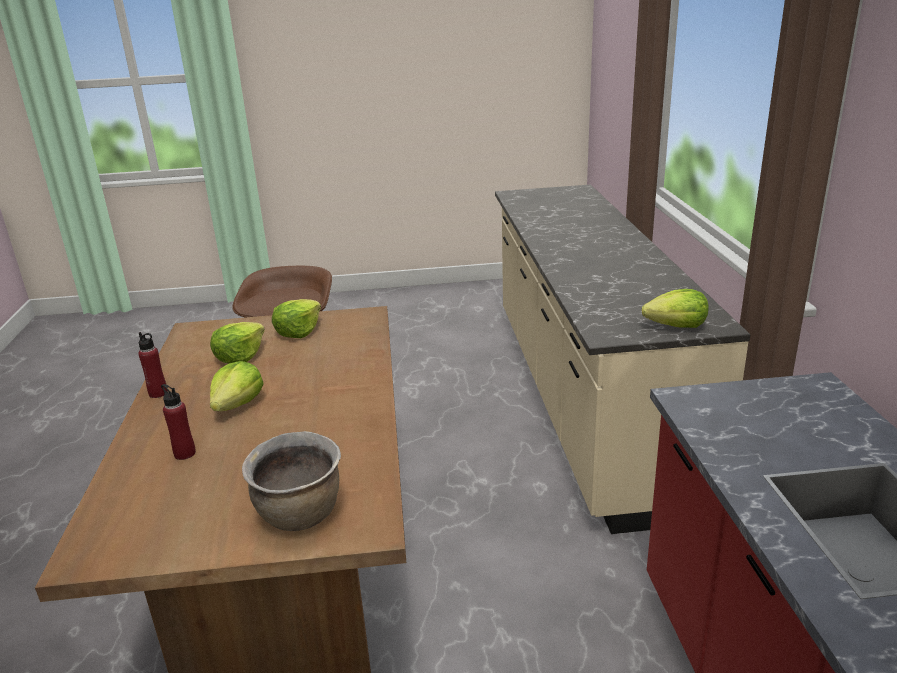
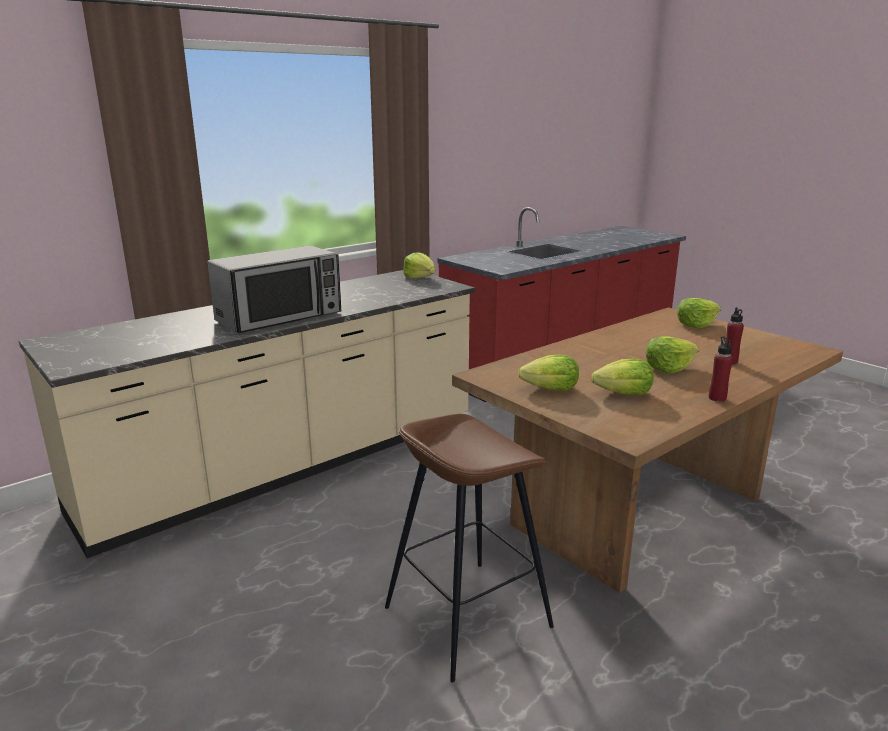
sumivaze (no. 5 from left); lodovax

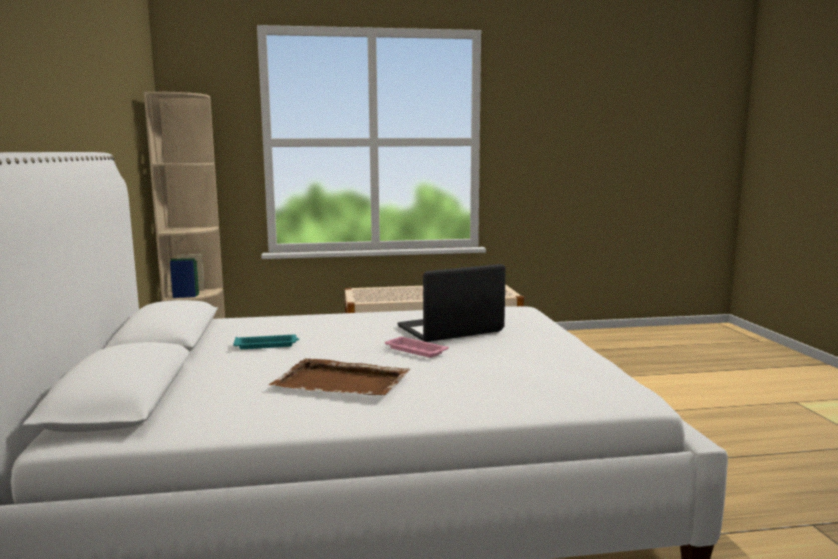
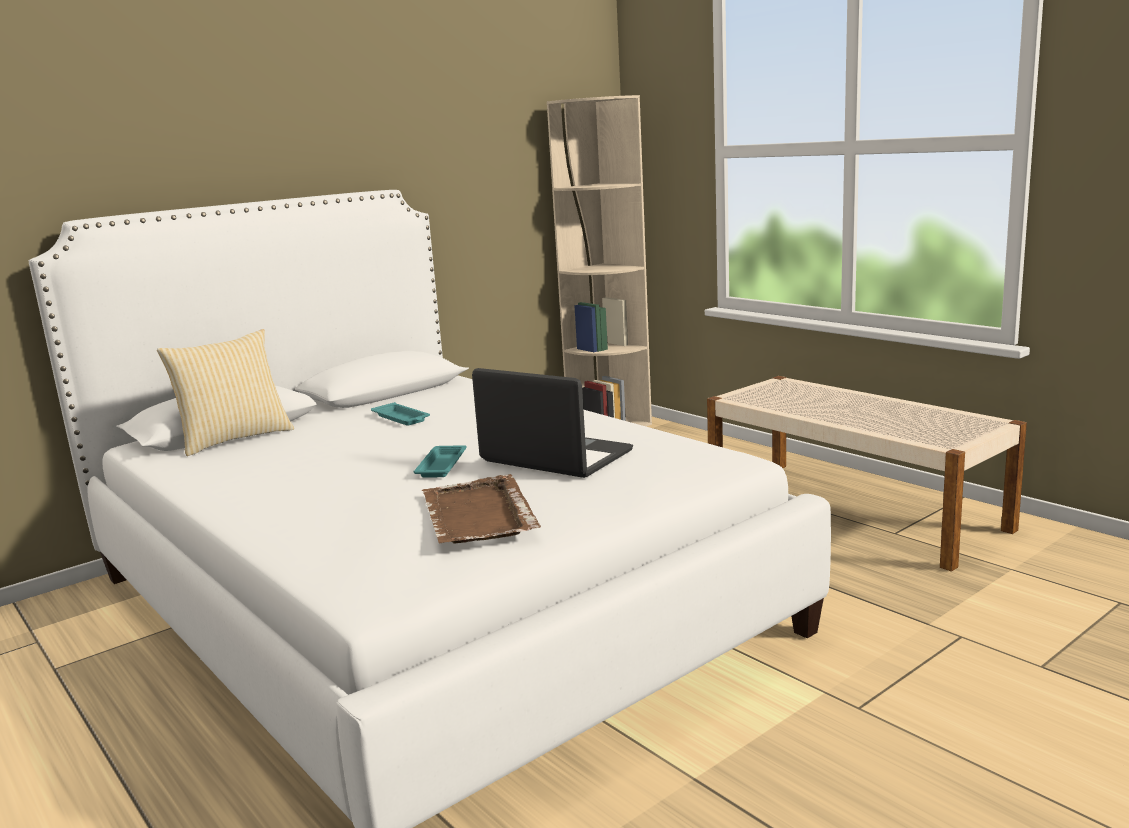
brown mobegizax; turquoise mobegizax (no. 2 from left); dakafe

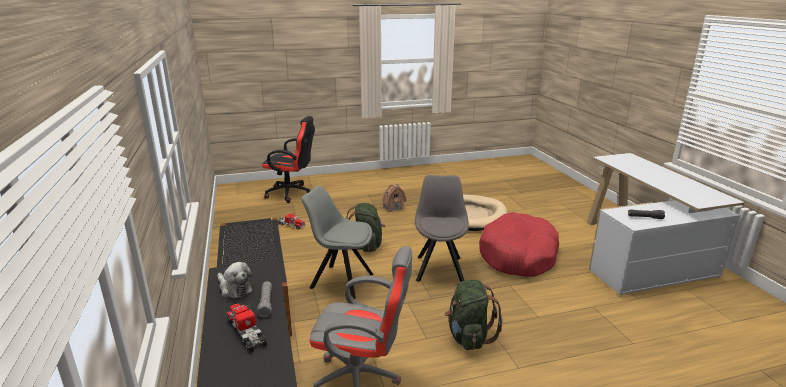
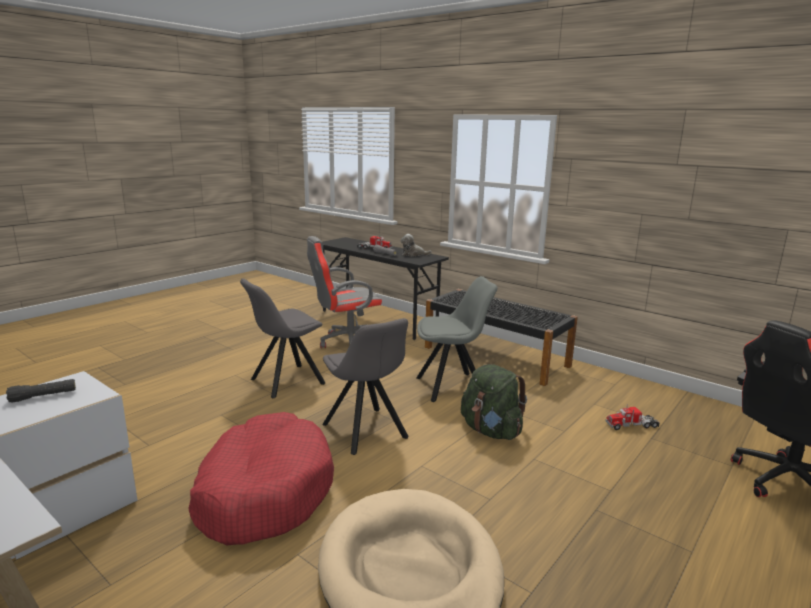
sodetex; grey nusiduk (no. 1 from left)

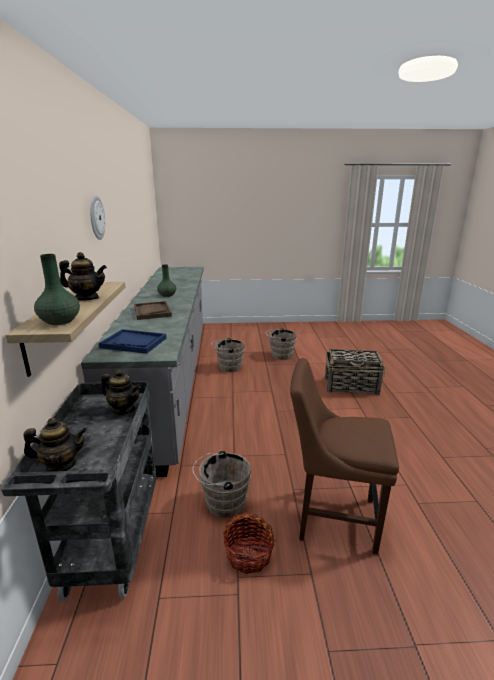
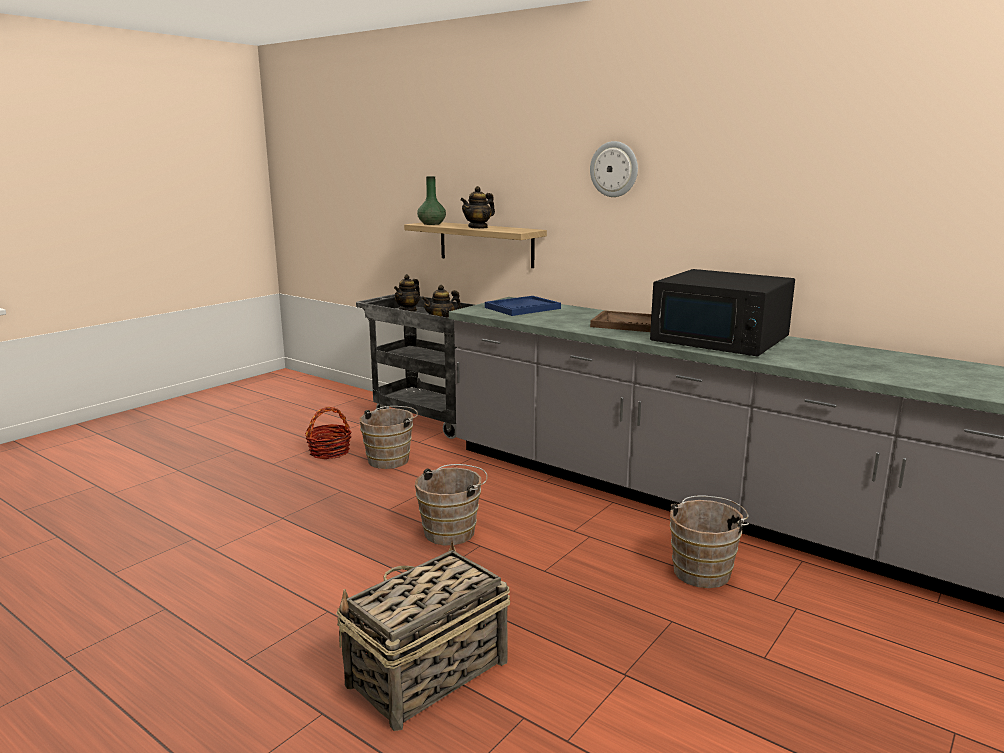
black lodovax; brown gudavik (no. 2 from left); brown nusiduk

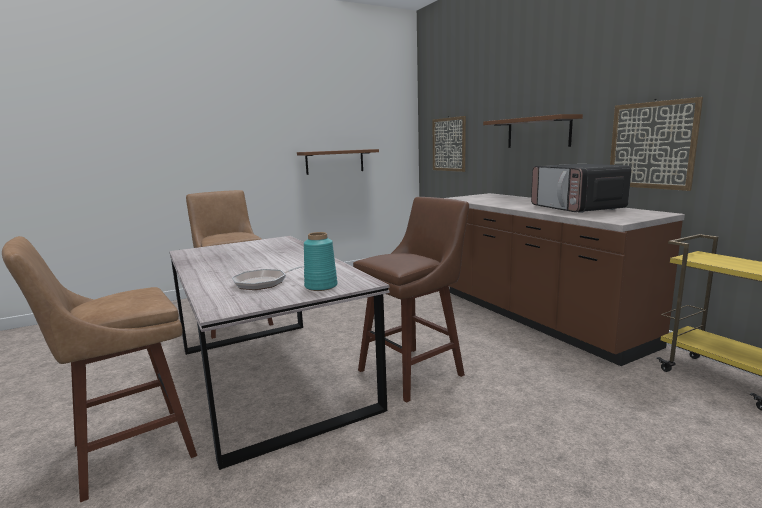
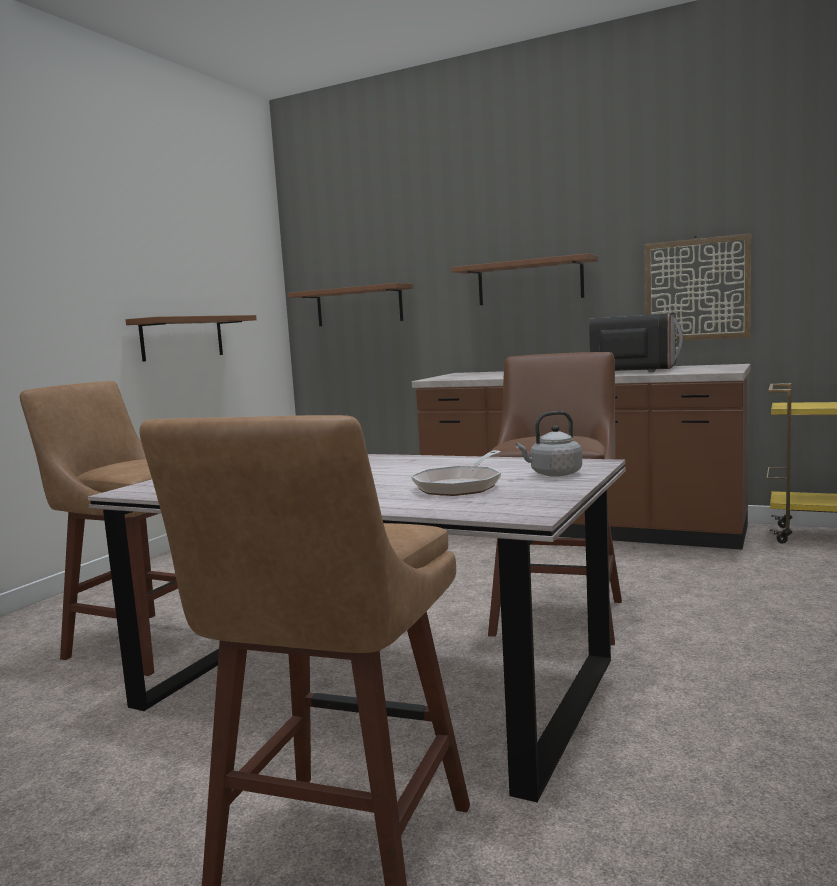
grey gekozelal; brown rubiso (no. 2 from left); lodovax

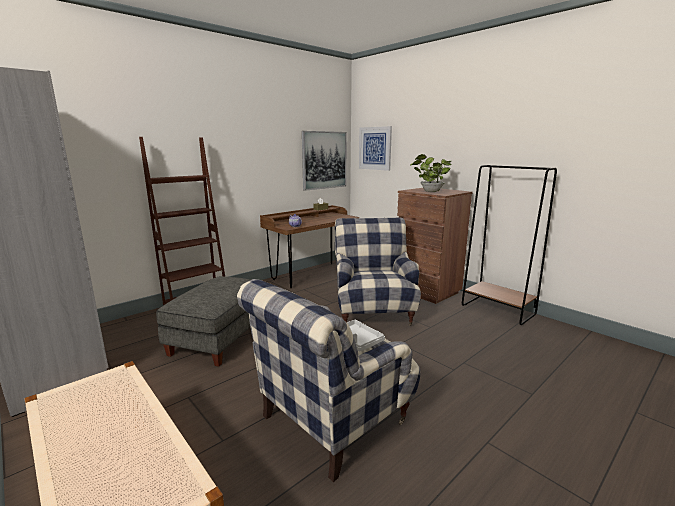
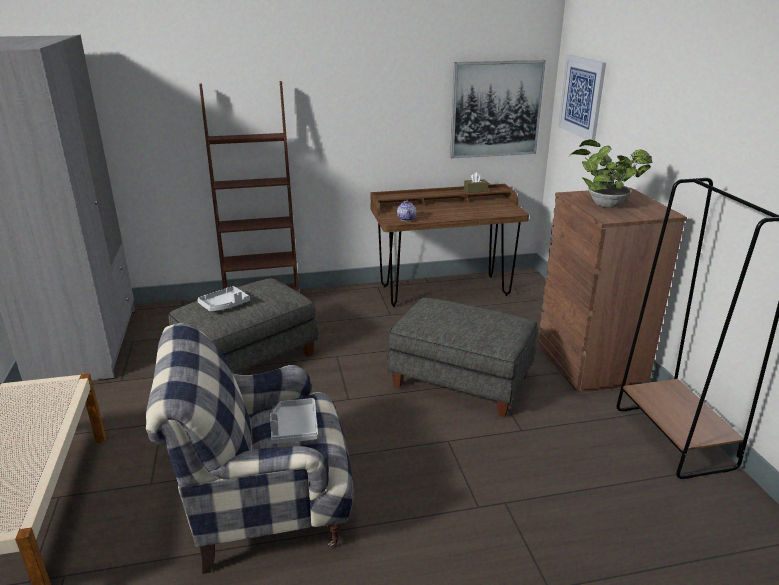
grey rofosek (no. 2 from left); grey mobegizax (no. 1 from left)

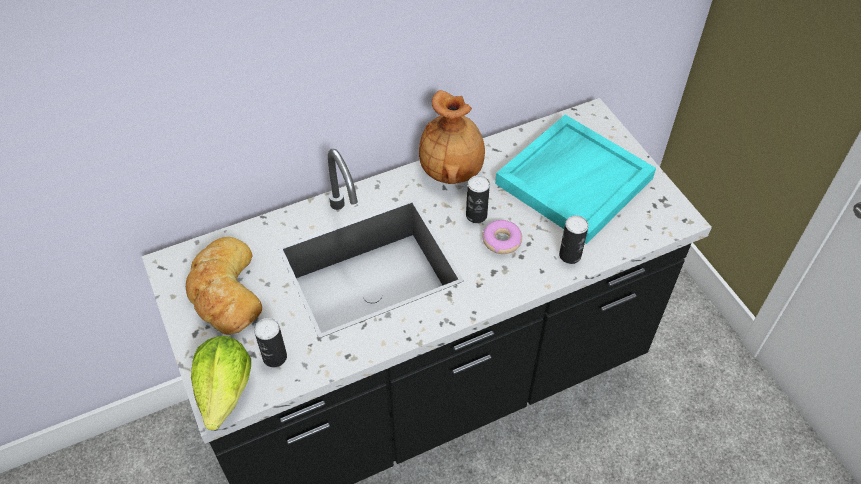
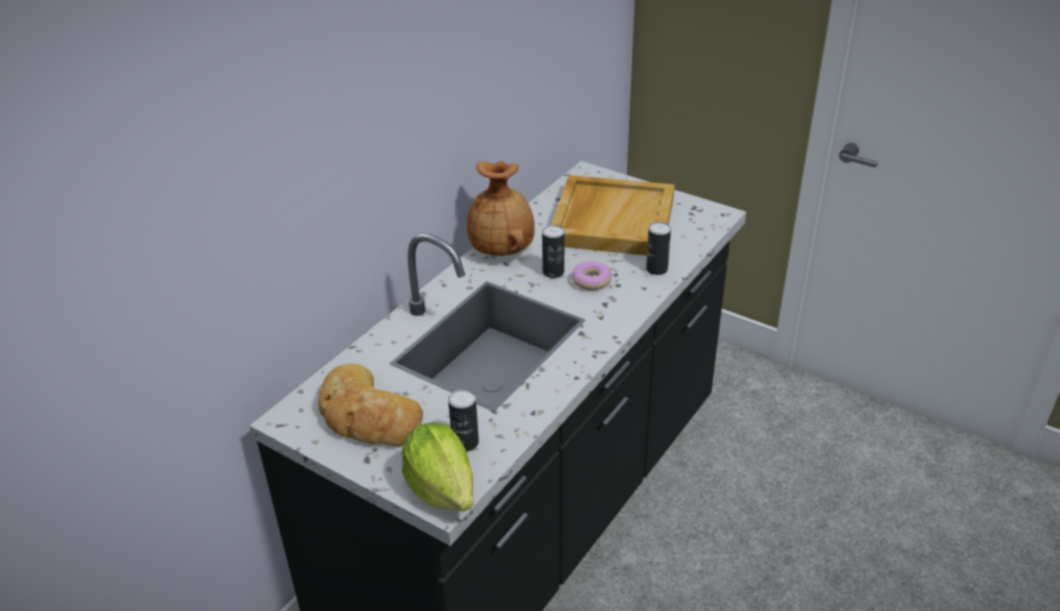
beige mobegizax

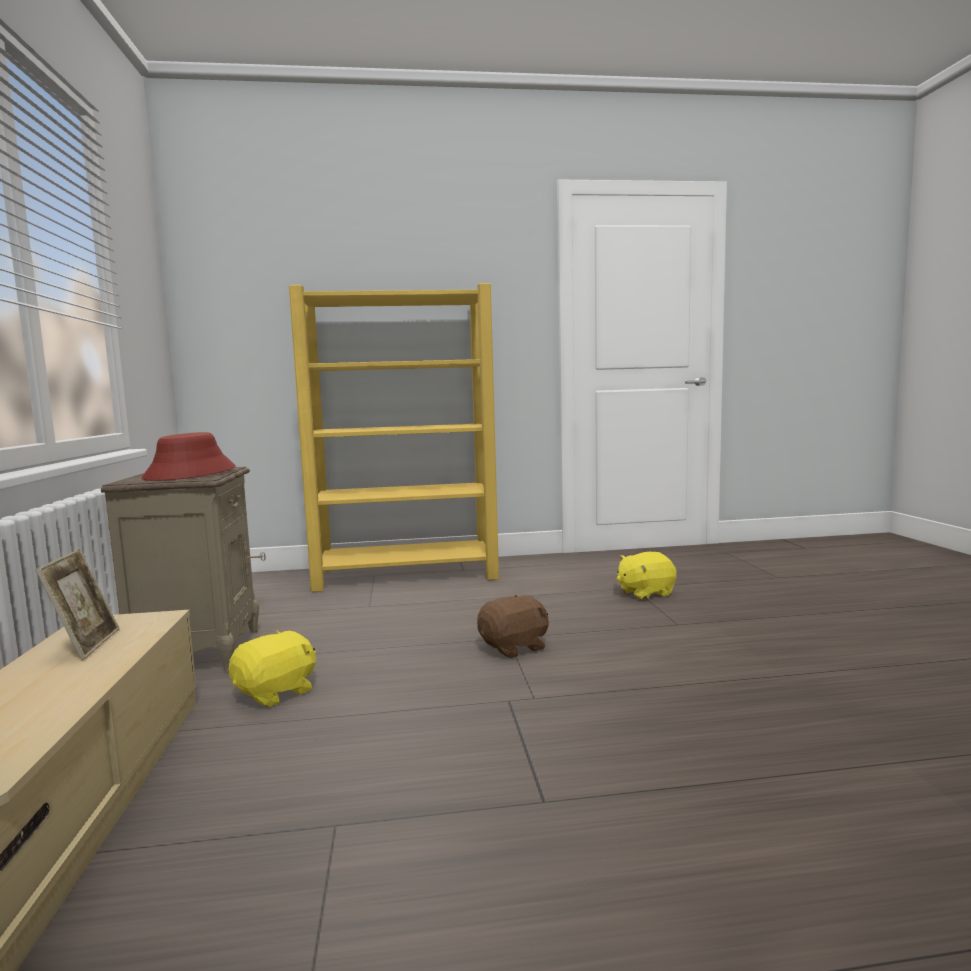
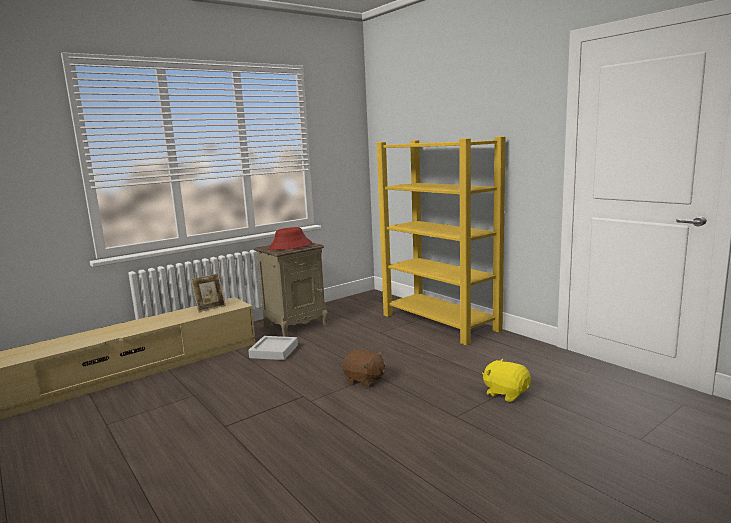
grey mobegizax

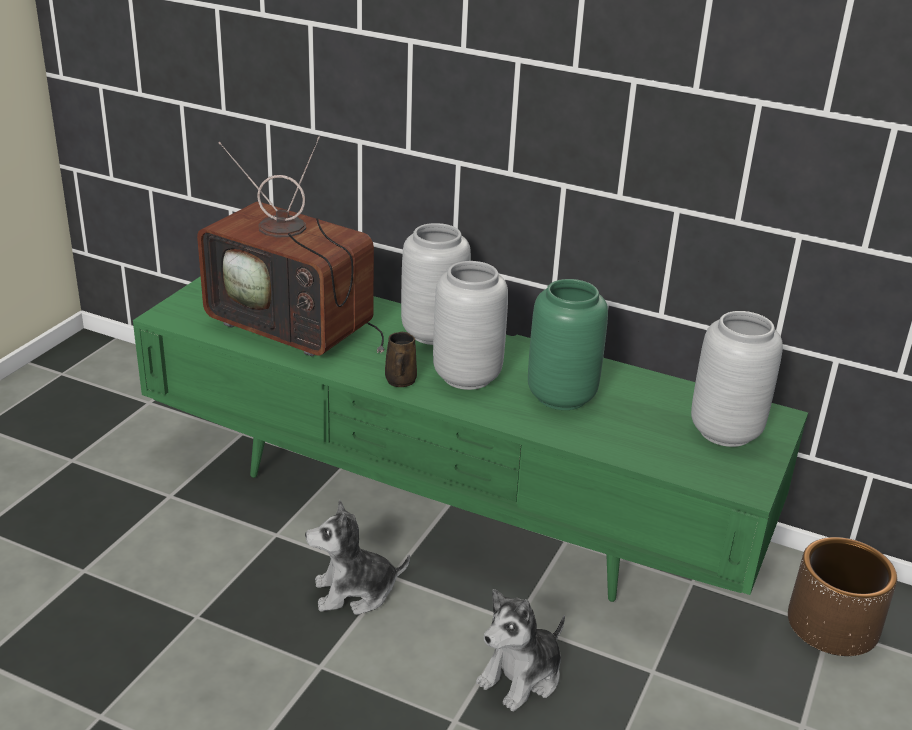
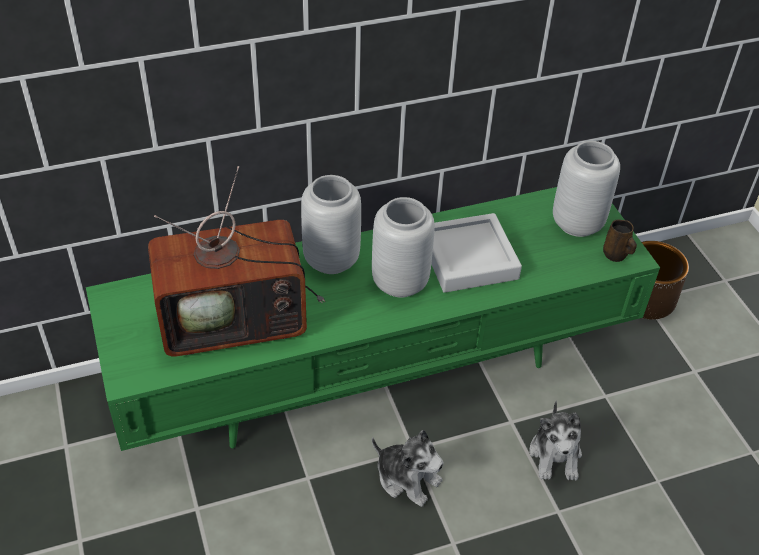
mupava (no. 1 from left); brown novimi; grey mobegizax

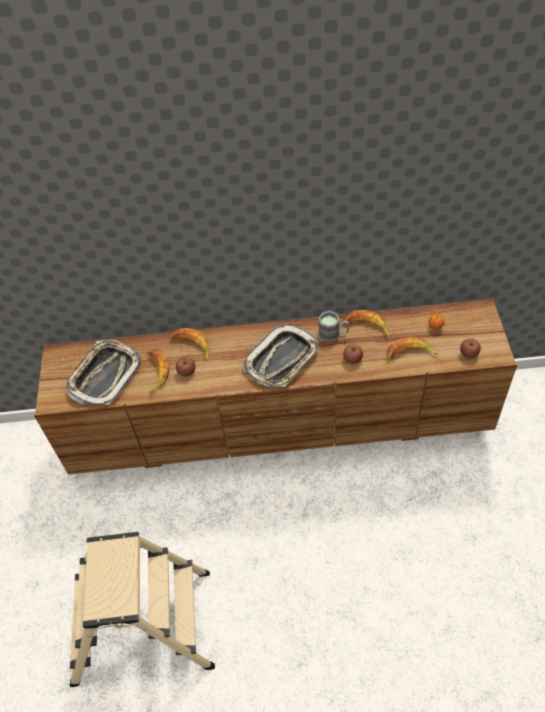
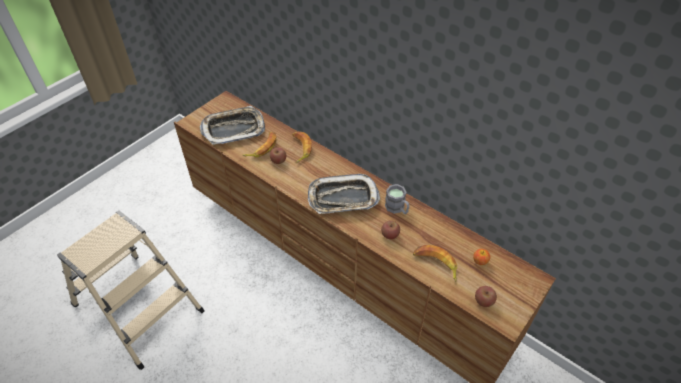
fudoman (no. 3 from left in the first image)

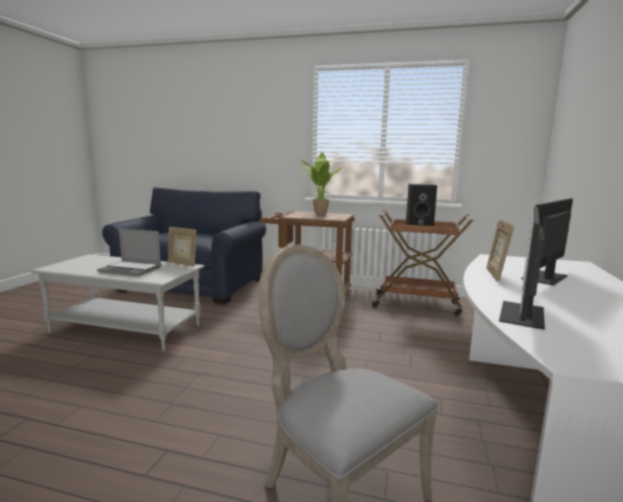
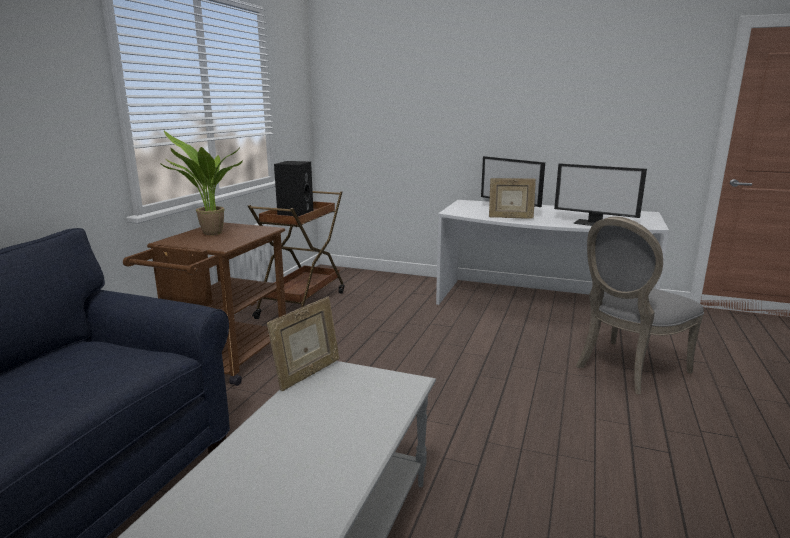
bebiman

